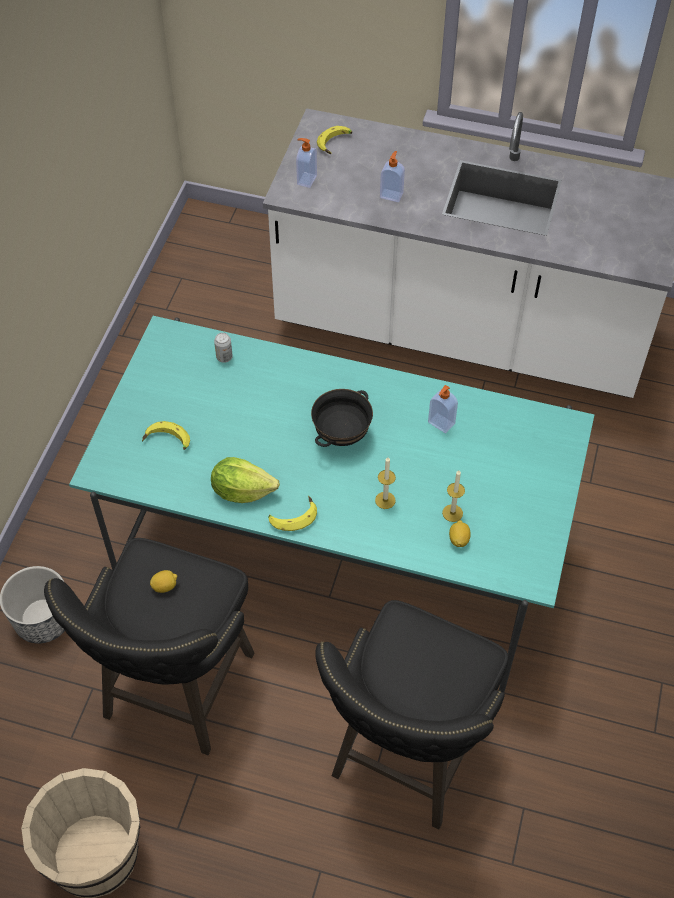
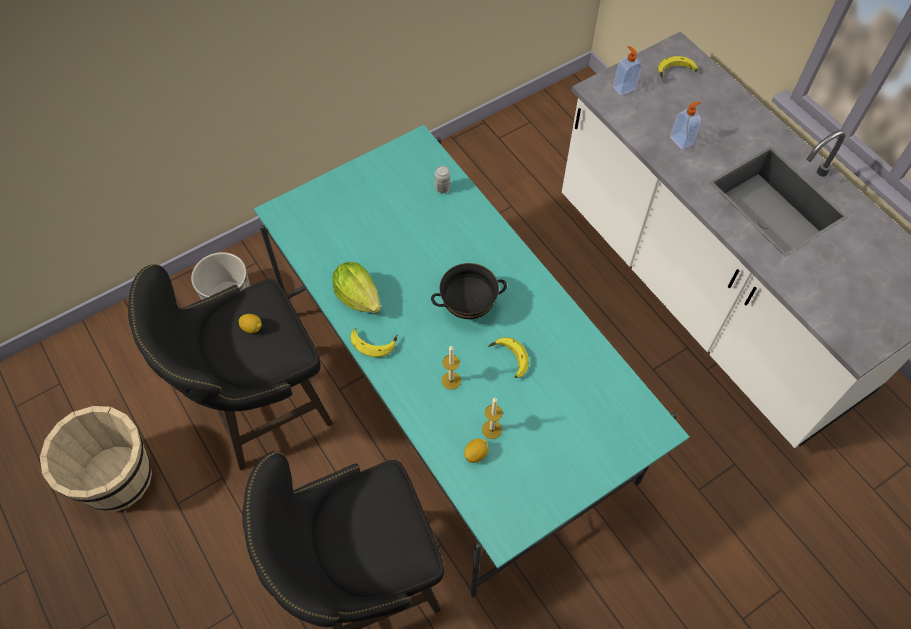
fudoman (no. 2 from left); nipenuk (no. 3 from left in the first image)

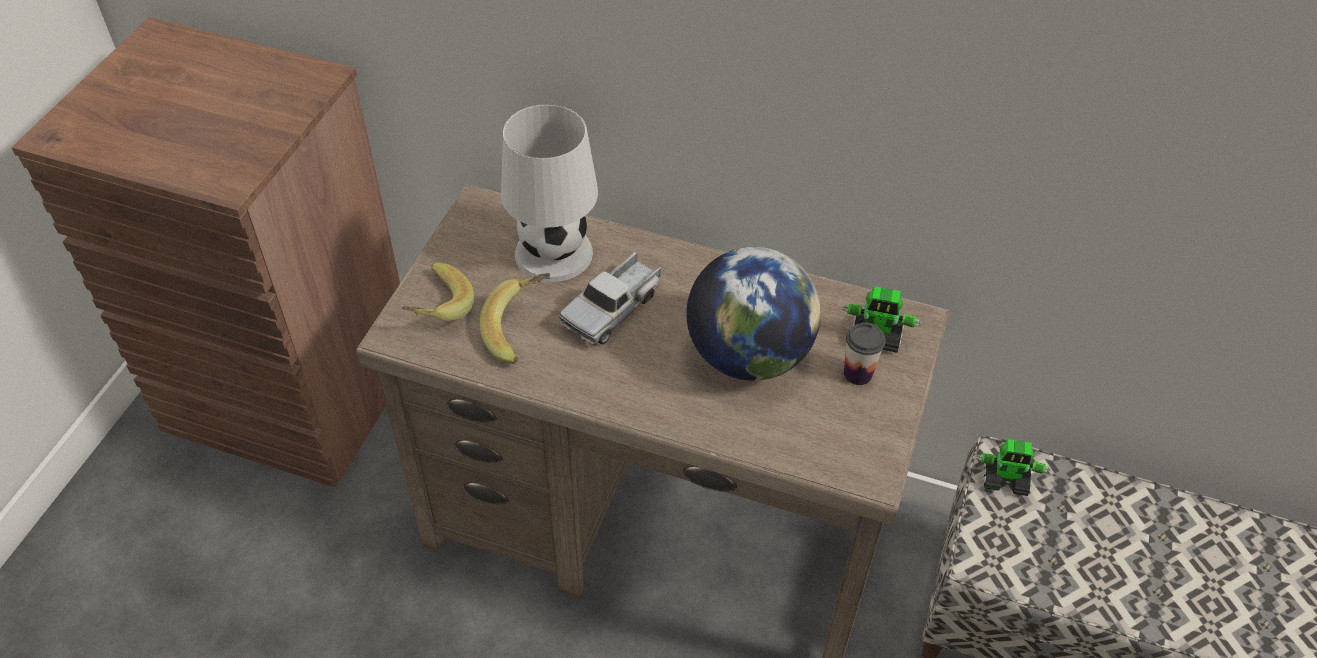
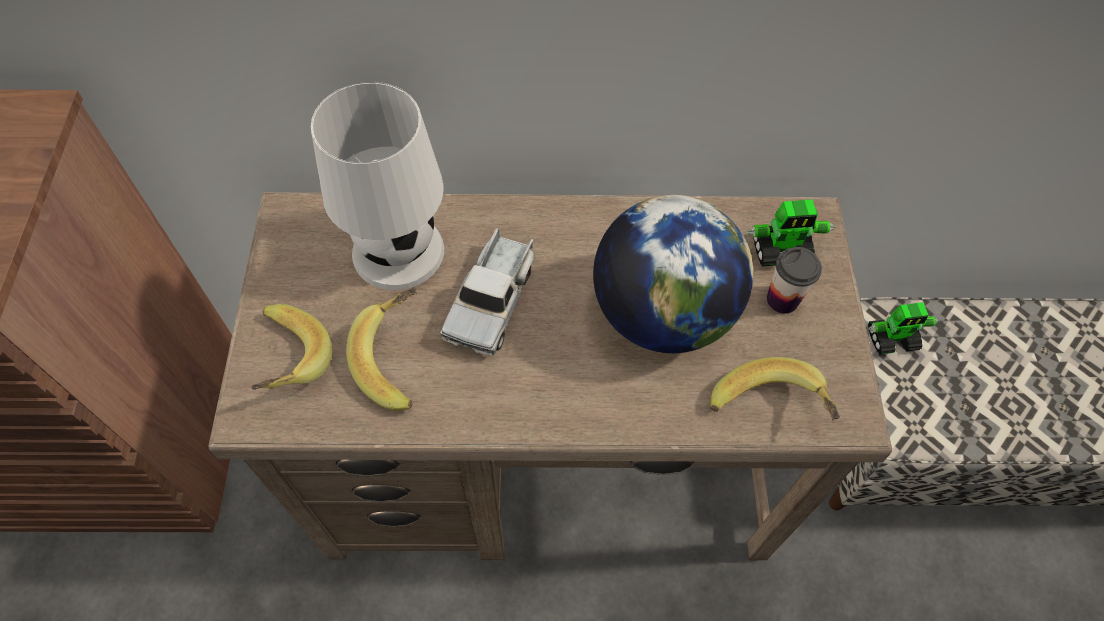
fudoman (no. 3 from left)

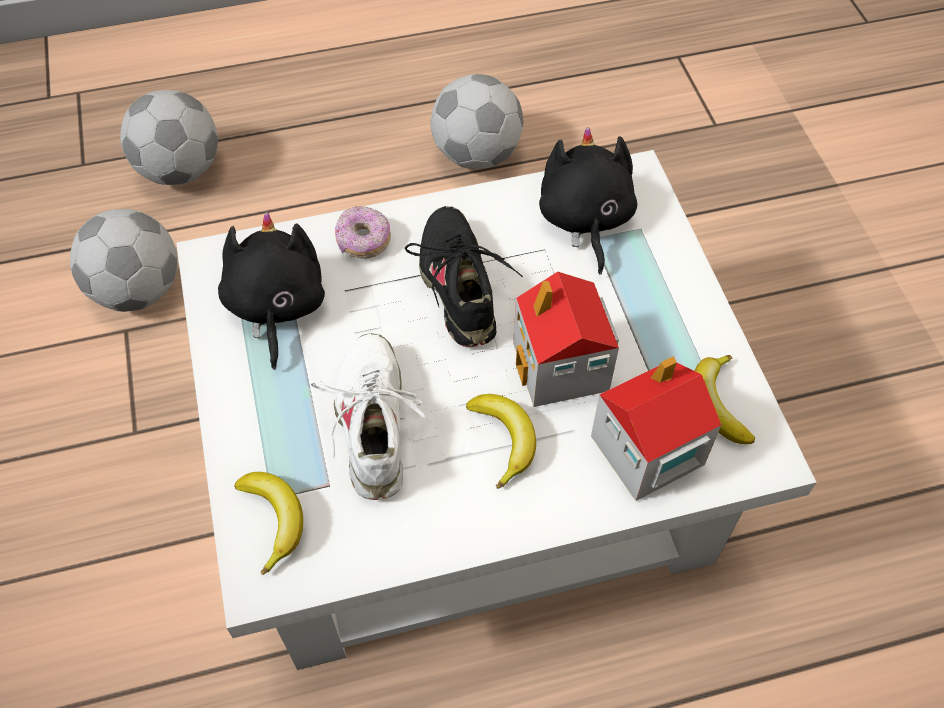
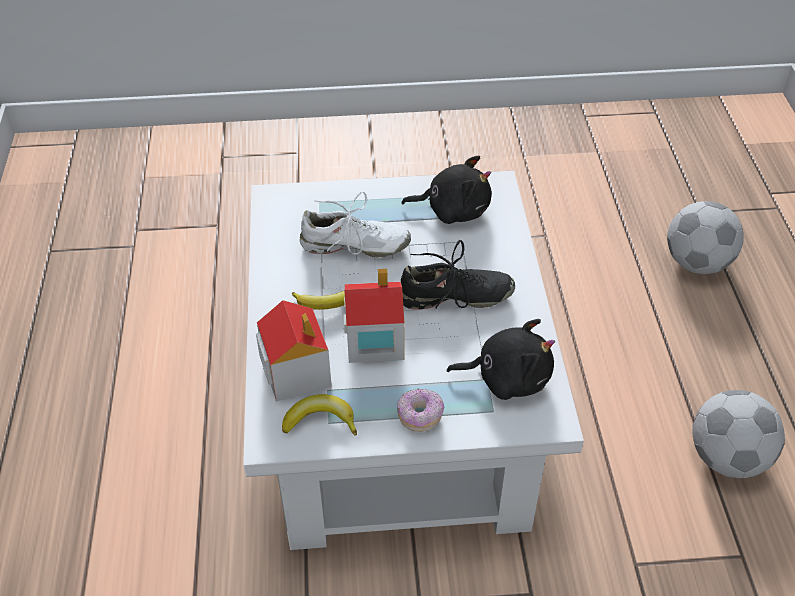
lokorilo (no. 1 from left in the first image); fudoman (no. 1 from left in the first image); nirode

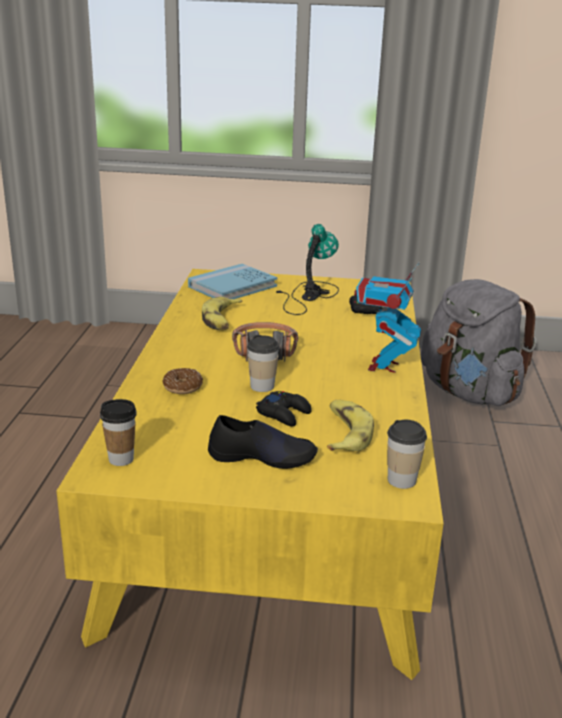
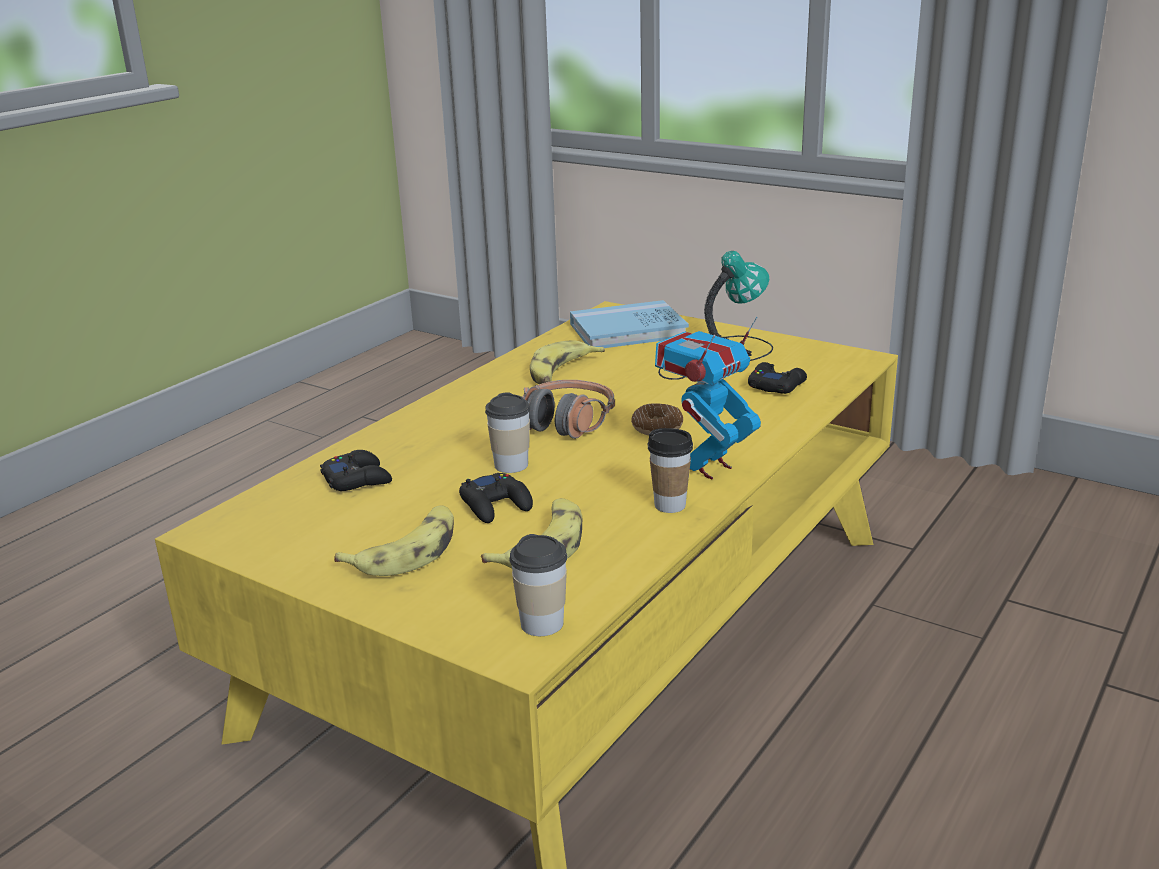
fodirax (no. 3 from left); nirode; fudoman (no. 1 from left); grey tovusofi; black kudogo (no. 1 from left)

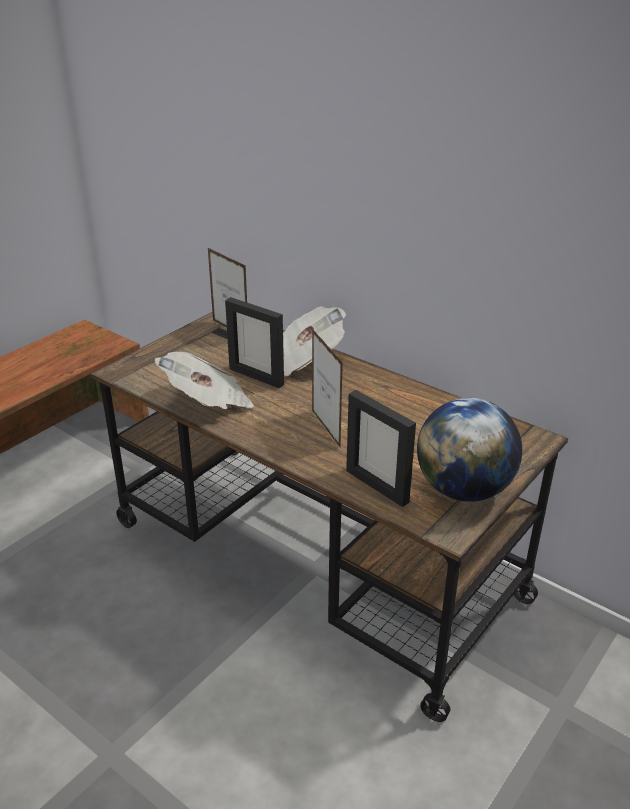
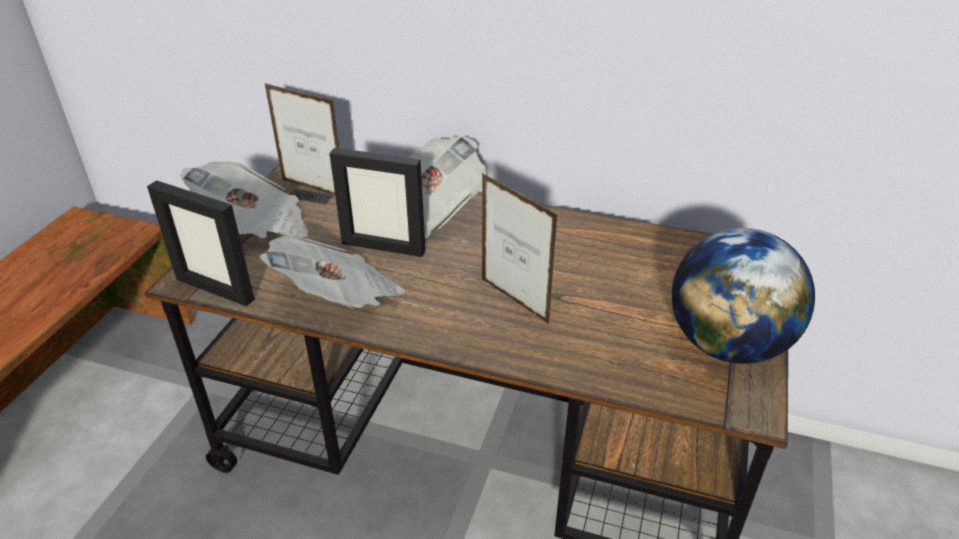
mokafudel (no. 1 from left); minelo (no. 1 from left)

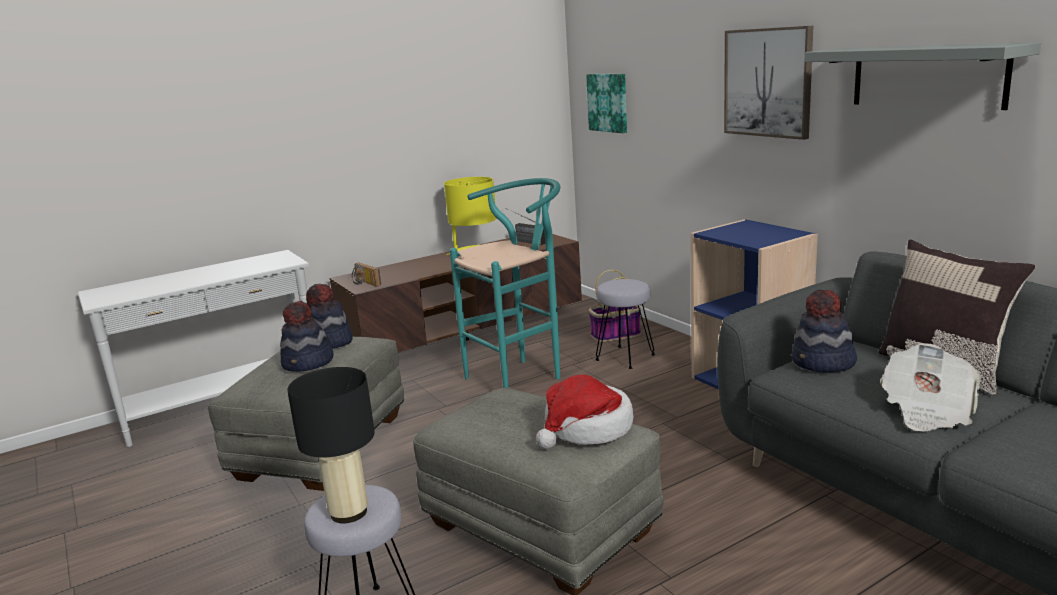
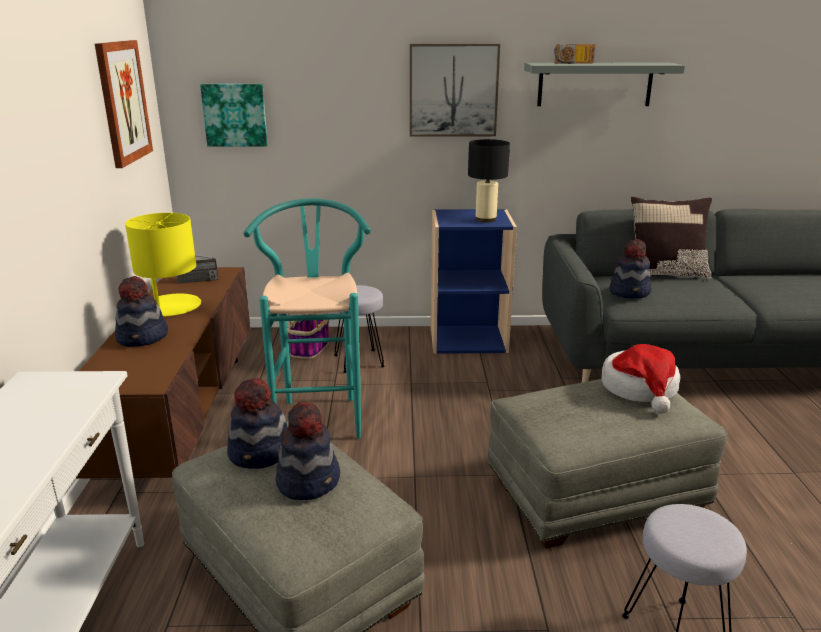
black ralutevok; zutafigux (no. 2 from left); minelo; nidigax (no. 1 from left); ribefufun (no. 1 from left)

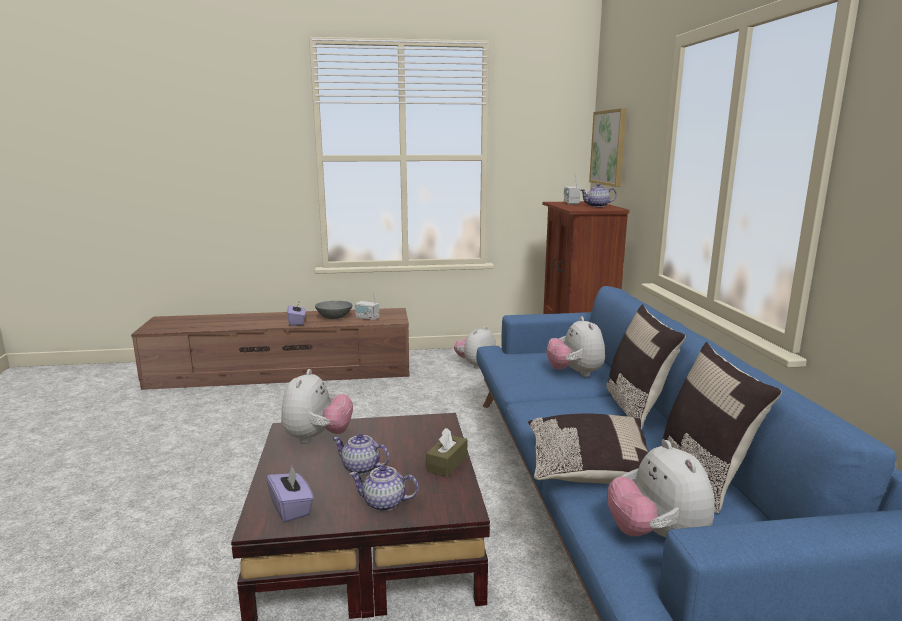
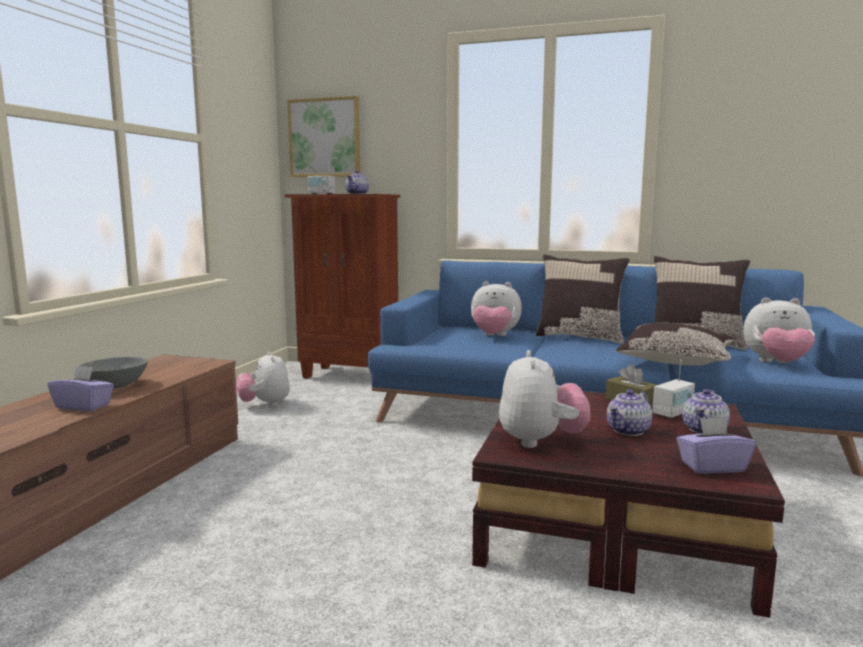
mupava (no. 3 from left); zutafigux (no. 2 from left)

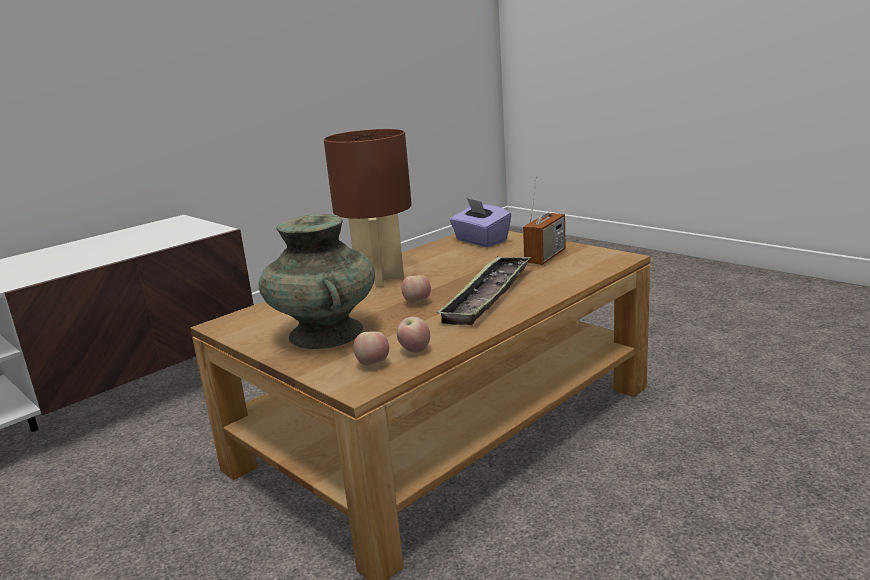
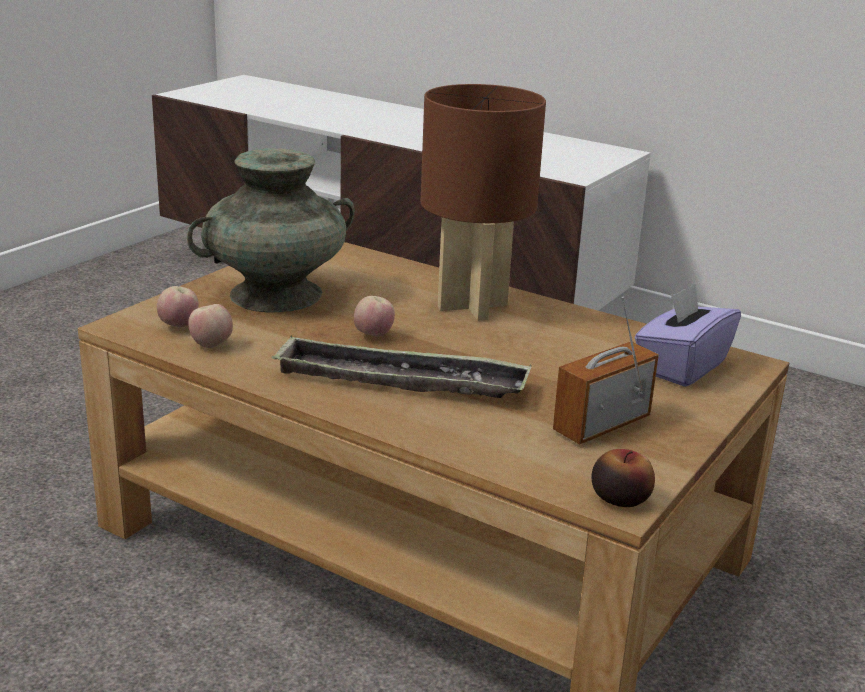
zutafigux; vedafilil (no. 4 from left)

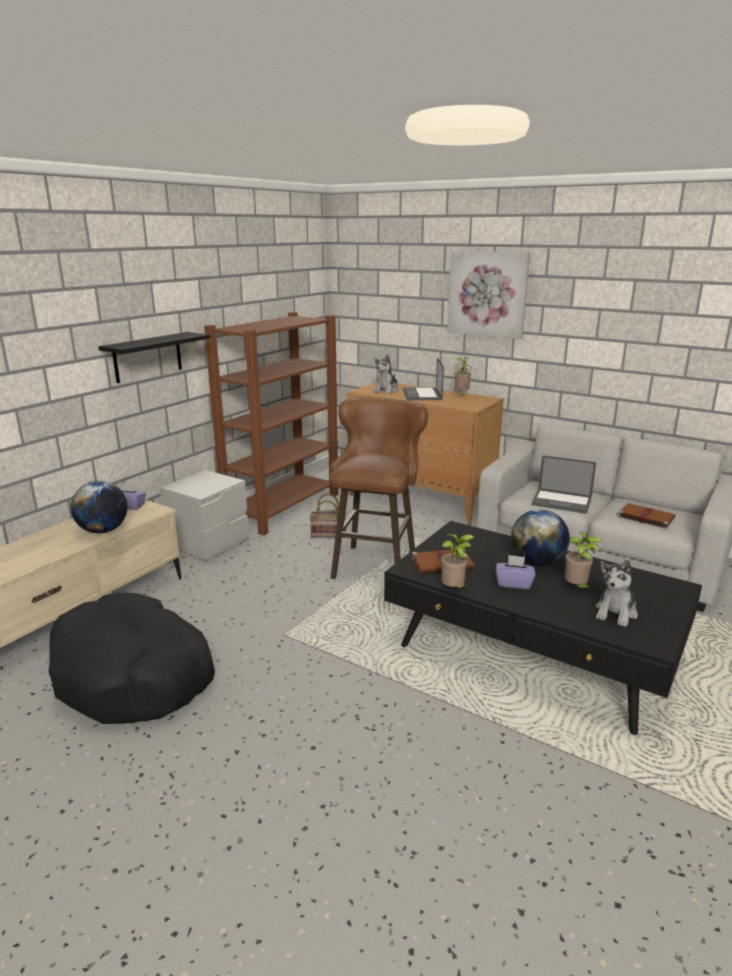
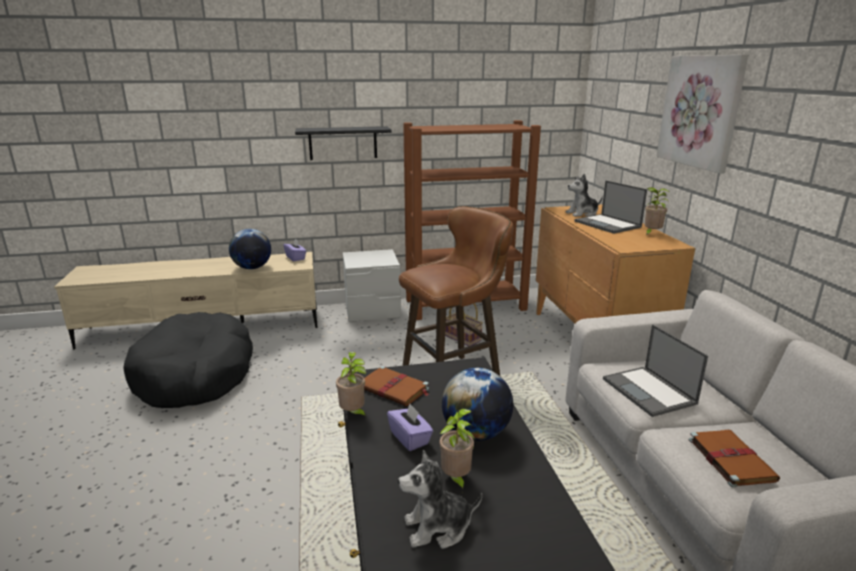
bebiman (no. 1 from left)

